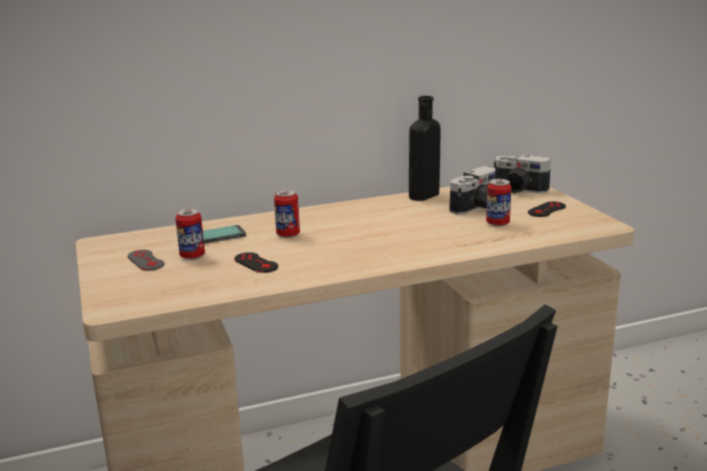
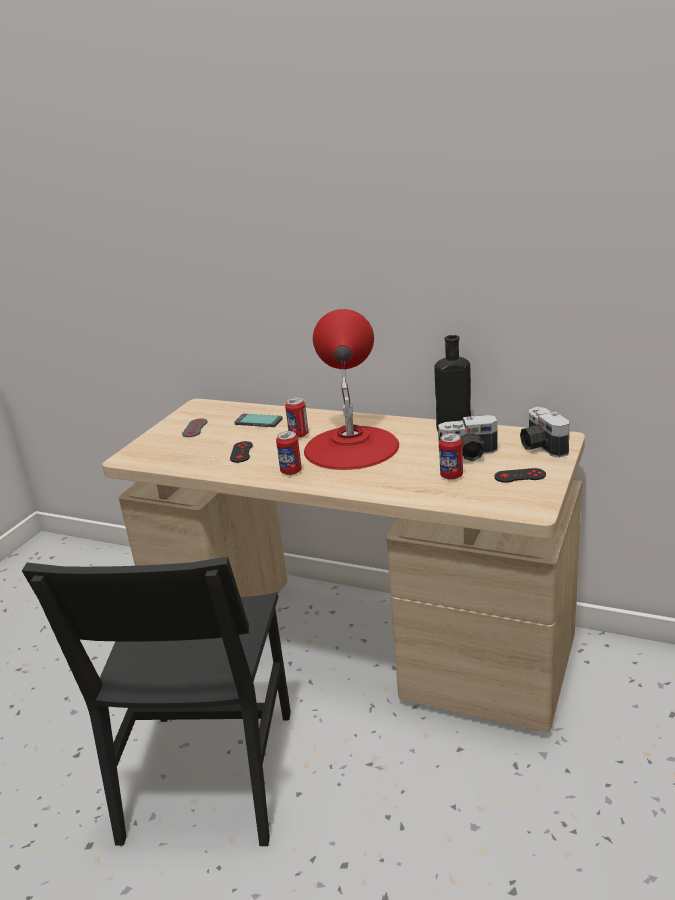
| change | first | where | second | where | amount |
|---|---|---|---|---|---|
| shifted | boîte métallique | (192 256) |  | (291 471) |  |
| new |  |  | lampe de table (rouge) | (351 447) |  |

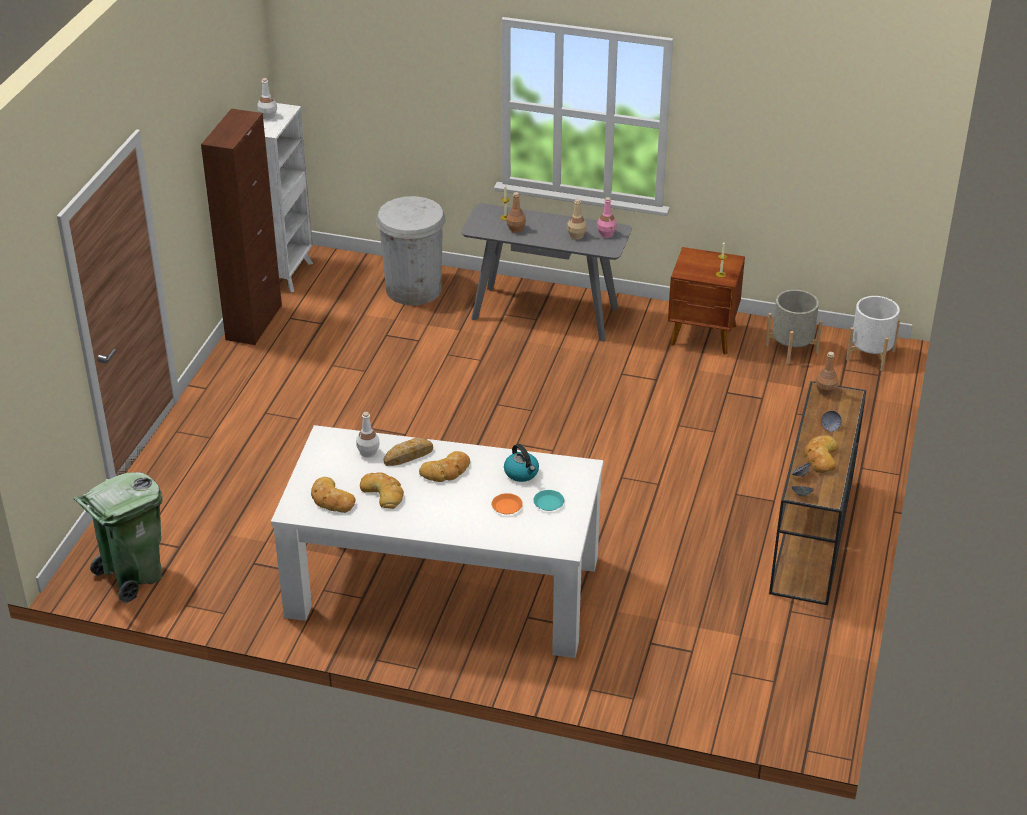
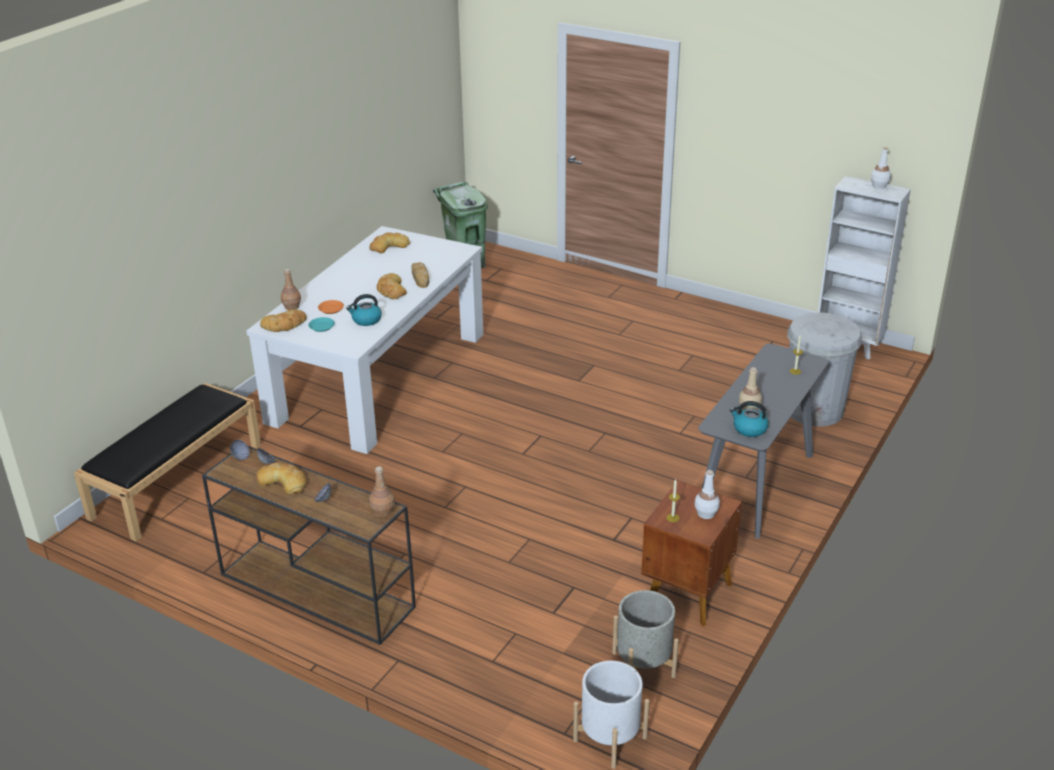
| change | first | where | second | where | amount |
|---|---|---|---|---|---|
| gone | meuble de rangement (marron) | (254 322) |  |  |  |
| shifted | bouteille (marron) | (515 229) |  | (292 307) |  |
| swapped | bouteille (rose) | (606 234) | bouilloire | (749 429) |  |
| shifted | bouteille (blanc) | (368 452) |  | (705 513) |  |
| shifted | pain | (383 492) |  | (284 325) |  |
| new |  |  | banc (noir) | (177 479) |  |

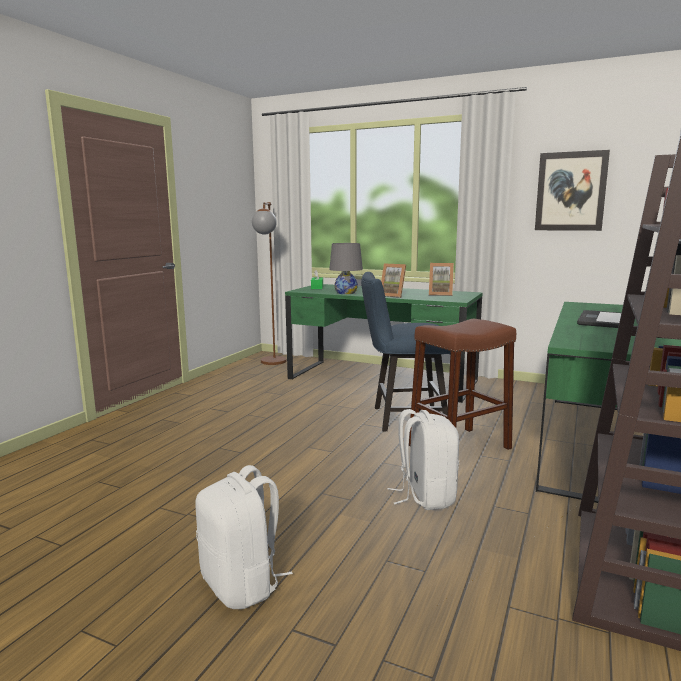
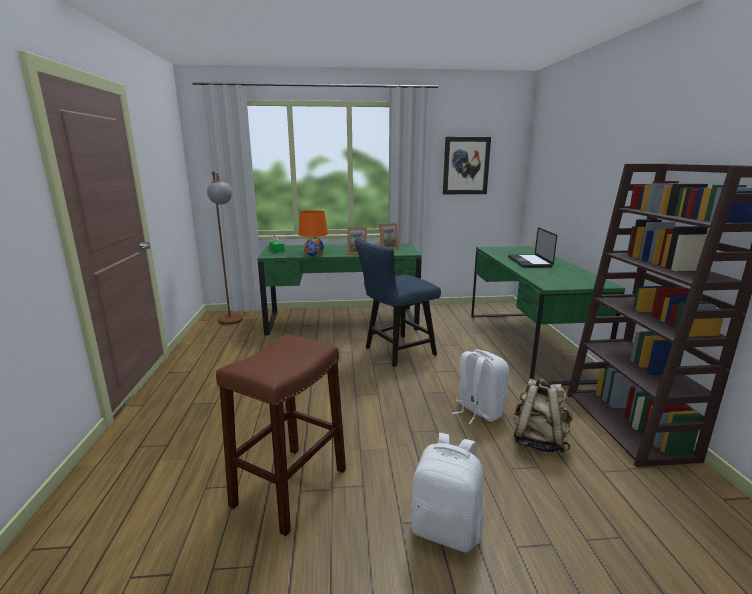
| change | first | where | second | where | amount |
|---|---|---|---|---|---|
| repainted | lampe de table (gris) | (346 293) | lampe de table (orange) | (314 254) |  |
| shifted | tabouret (marron) | (459 447) |  | (290 486) |  |
| new |  |  | sac à dos (beige) | (538 441) |  |

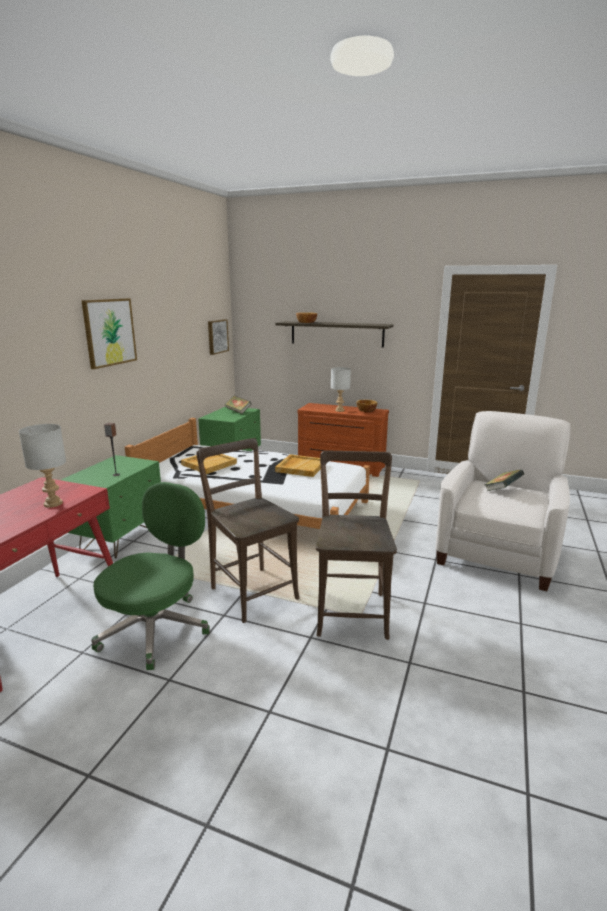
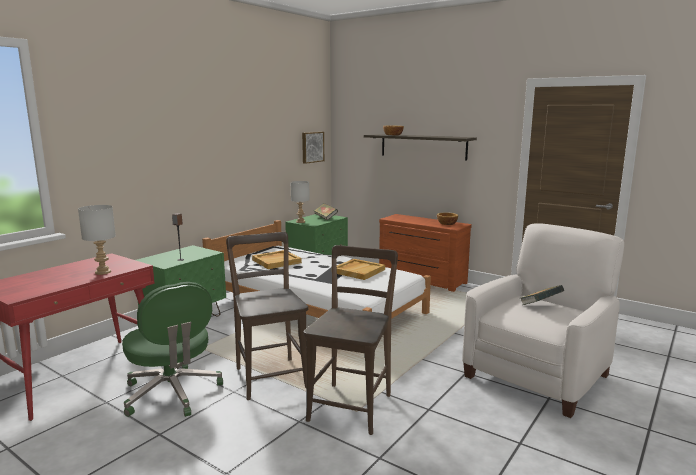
| change | first | where | second | where | amount |
|---|---|---|---|---|---|
| gone | tableau | (109 332) |  |  |  |
| shifted | lampe de table (gris) | (339 410) |  | (300 222) |  |
| rotated | chaise de bureau (vert) | (156 628) |  | (172 393) | 105 degrees clockwise |

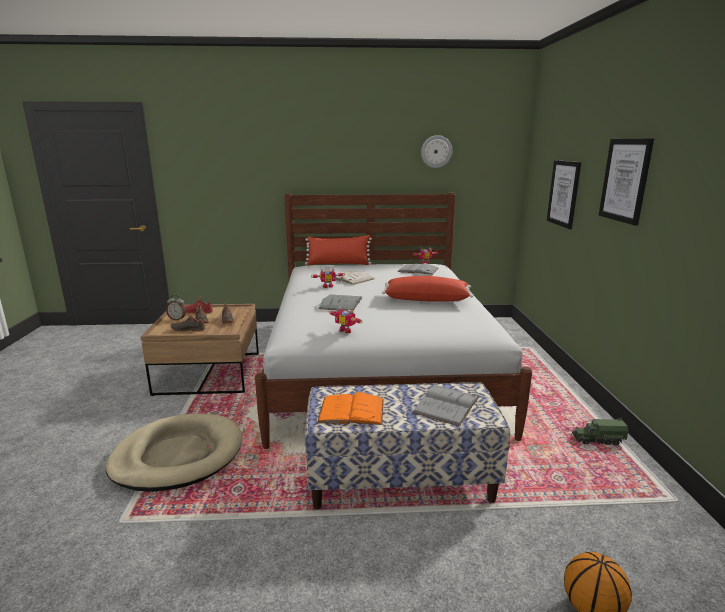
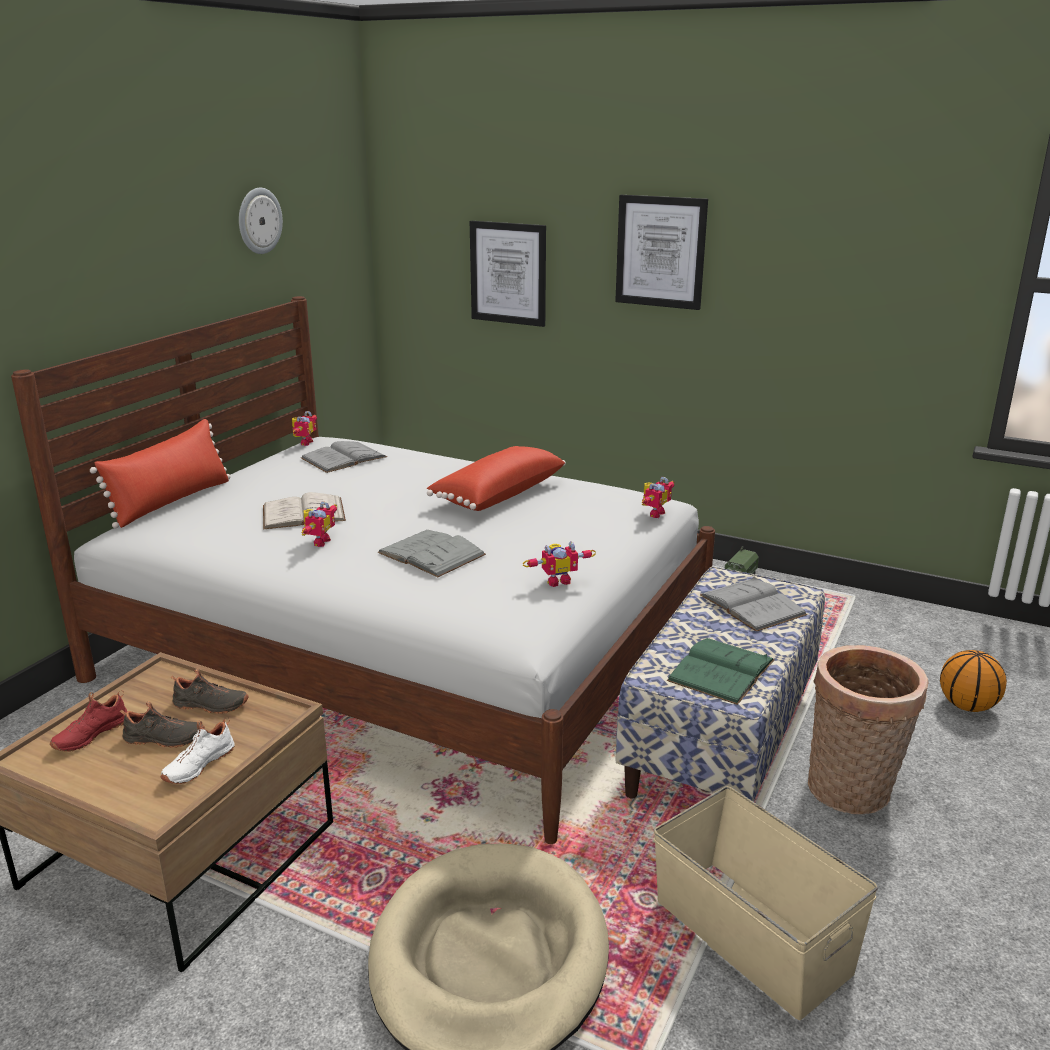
| change | first | where | second | where | amount |
|---|---|---|---|---|---|
| gone | réveil | (177 319) |  |  |  |
| repainted | chaussure (noir) | (188 329) | chaussure (blanc) | (198 764) |  |
| repainted | livre (orange) | (351 410) | livre (vert) | (721 670) |  |
| new |  |  | robot jouet | (653 513) |  |
| new |  |  | panier | (852 792) |  |
| new |  |  | boîte de rangement (beige) | (751 935) |  |

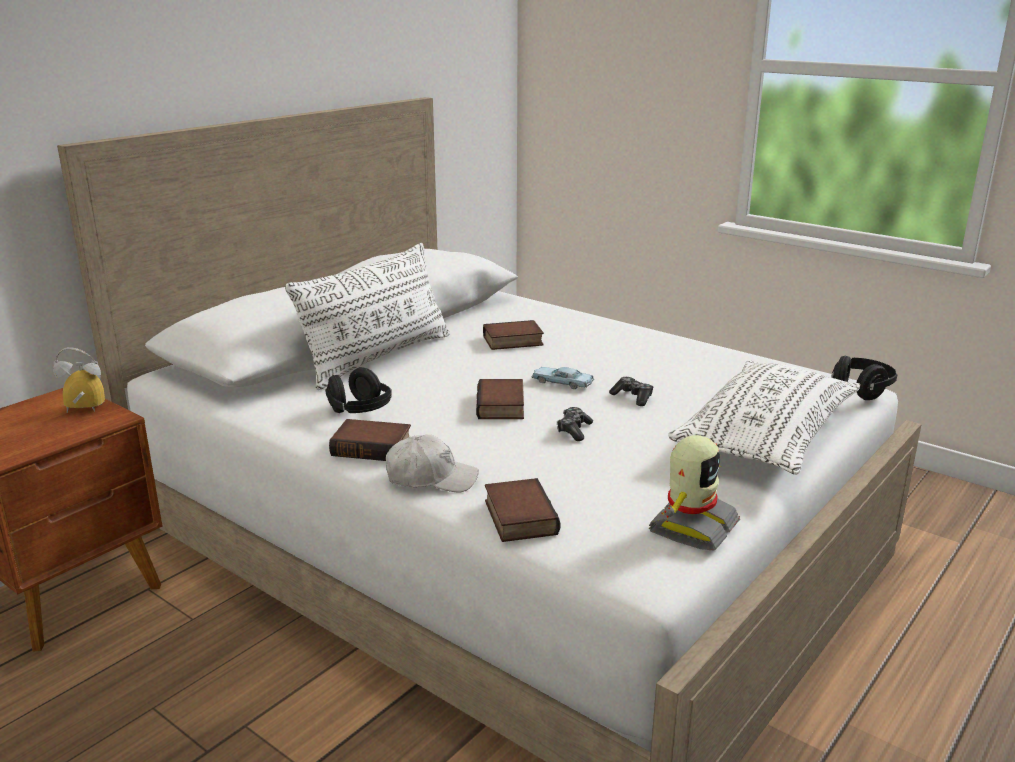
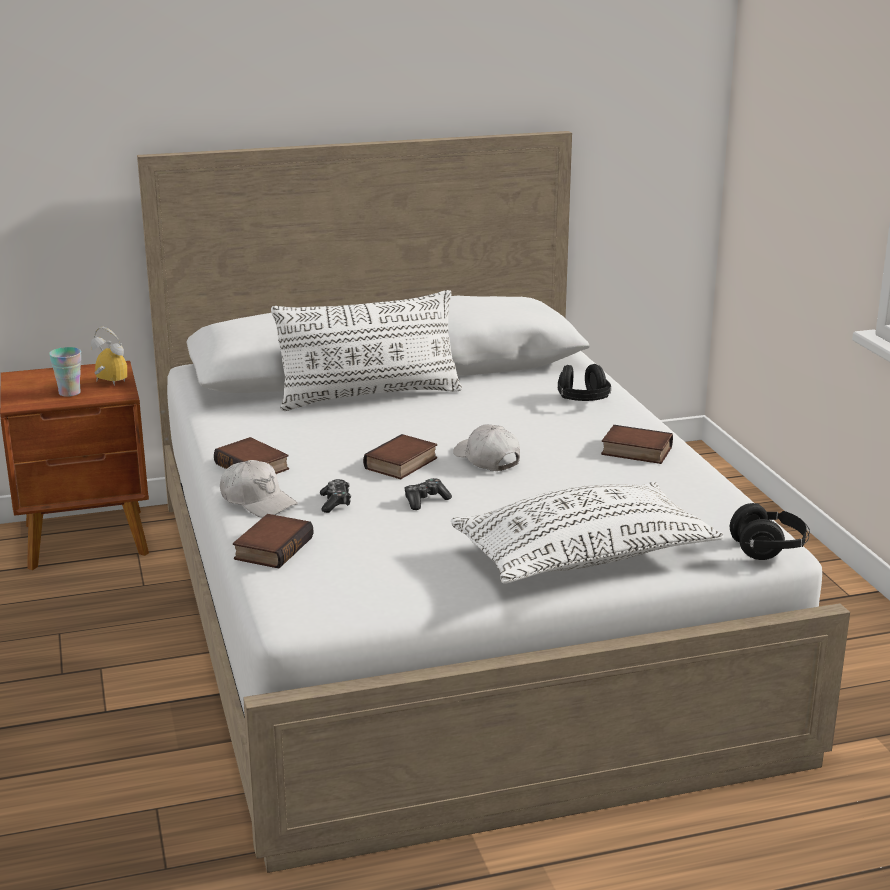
| change | first | where | second | where | amount |
|---|---|---|---|---|---|
| shifted | livre | (512 341) |  | (635 451) |  |
| shifted | casque audio (noir) | (359 411) |  | (582 401) |  |
| swapped | petite voiture (bleu) | (562 383) | casquette (blanc) | (487 459) |  |
| shifted | manette | (633 397) |  | (335 502) |  |
| gone | robot jouet | (691 527) |  |  |  |
| new |  |  | tasse | (69 393) |  |

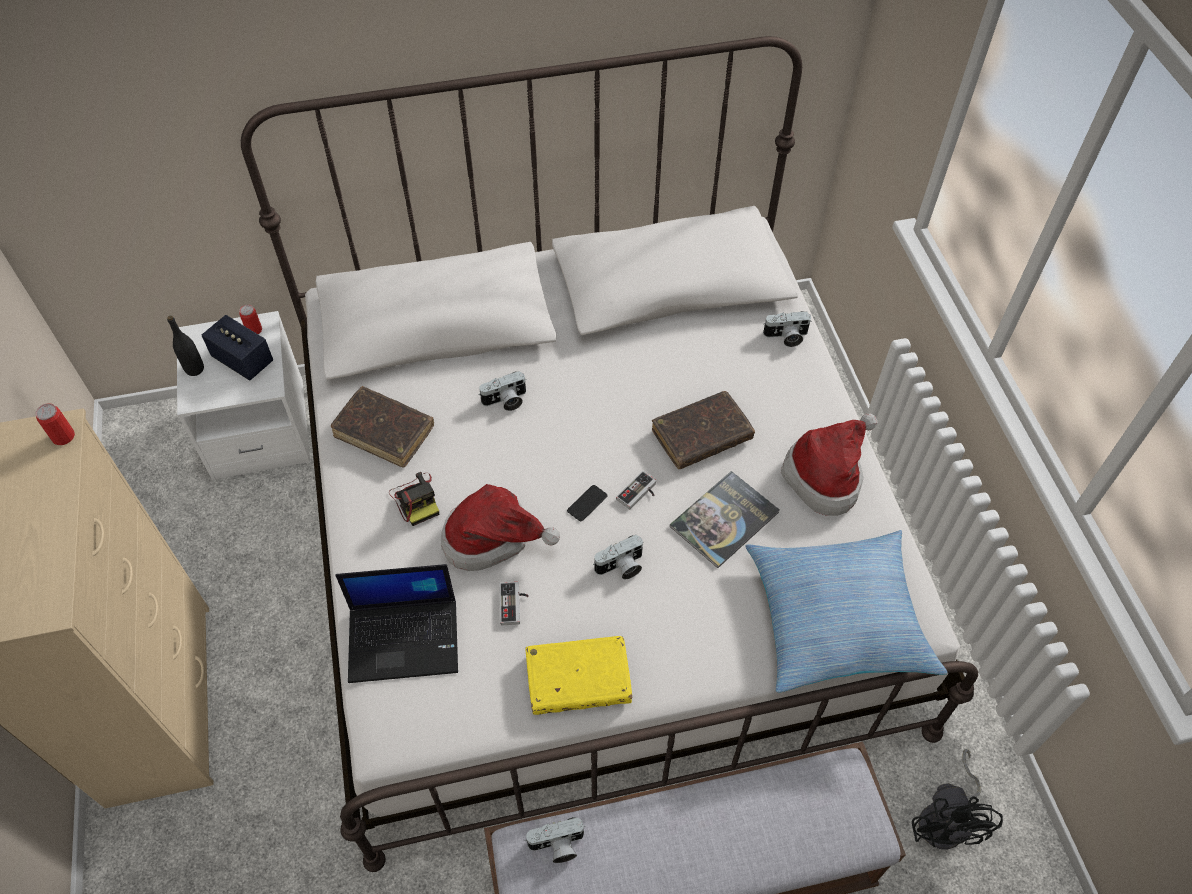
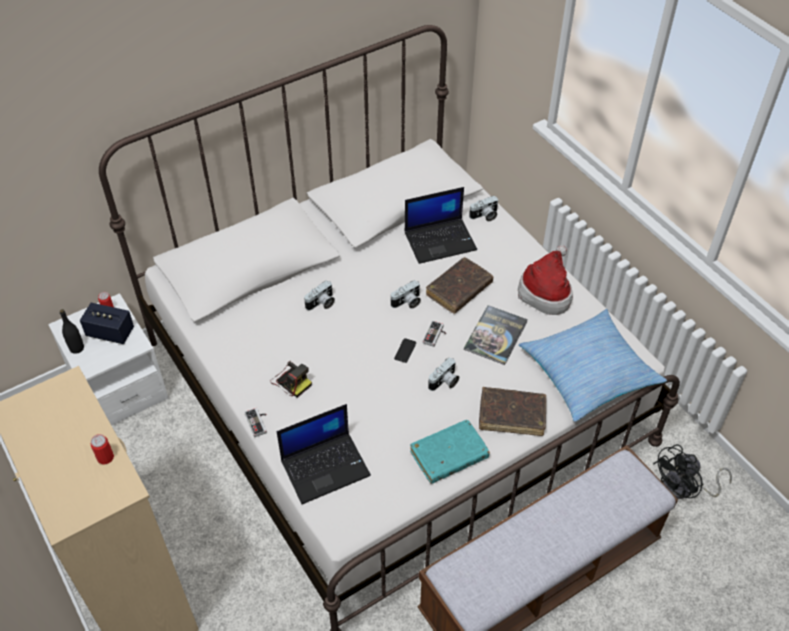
| change | first | where | second | where | amount |
|---|---|---|---|---|---|
| shifted | livre (marron) | (384 432) |  | (512 415) |  |
| shifted | boîte métallique | (63 437) |  | (105 457) |  |
| gone | chapeau | (493 538) |  |  |  |
| shifted | manette | (514 604) |  | (258 422) |  |
| repainted | livre (jaune) | (578 680) | livre (turquoise) | (449 456) |  |
| rotated | ventilateur (noir) | (947 820) |  | (684 488) | 75 degrees clockwise |
| shifted | appareil photo | (557 846) |  | (407 302) |  |
| new |  |  | ordinateur portable | (440 240) |  |

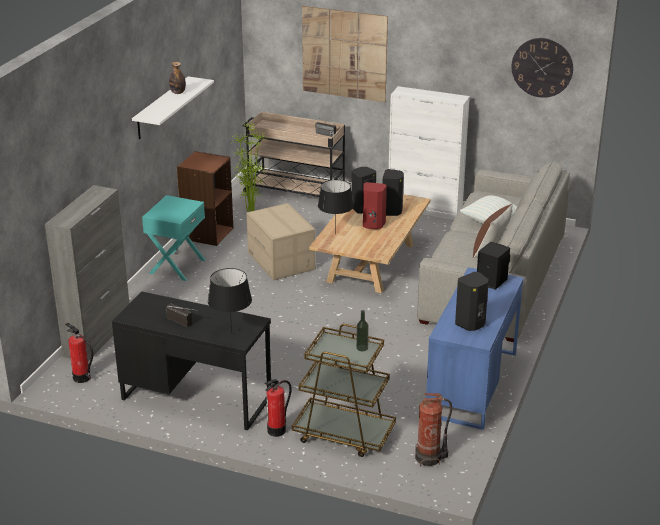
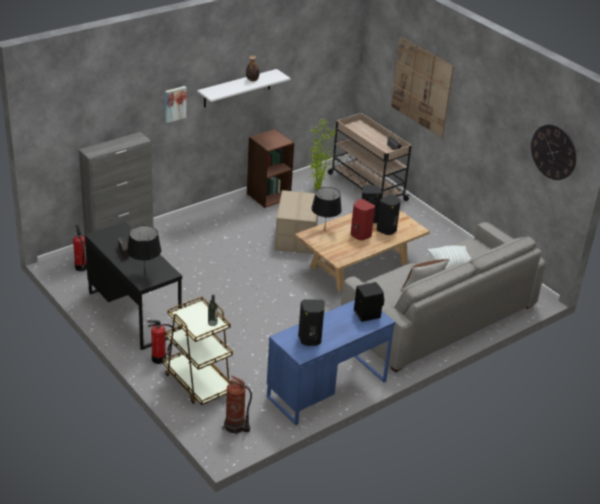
| change | first | where | second | where | amount |
|---|---|---|---|---|---|
| gone | meuble de rangement (blanc) | (425 209) |  |  |  |
| gone | table de chevet (turquoise) | (176 266) |  |  |  |
| new |  |  | tableau | (175 103) |  |

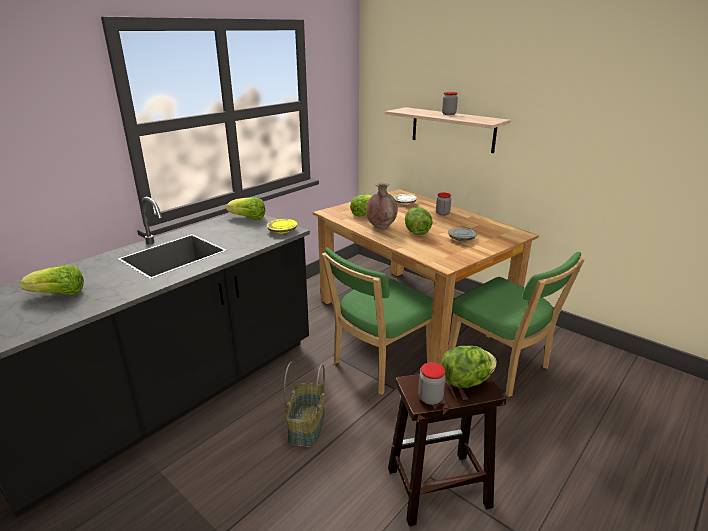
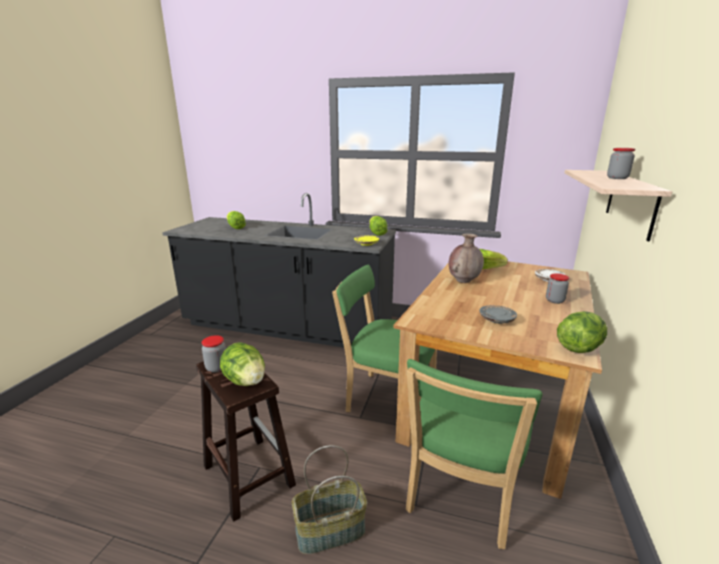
| change | first | where | second | where | amount |
|---|---|---|---|---|---|
| shifted | laitue | (416 232) |  | (579 348) |  |
| shifted | panier | (307 426) |  | (330 532) |  |

